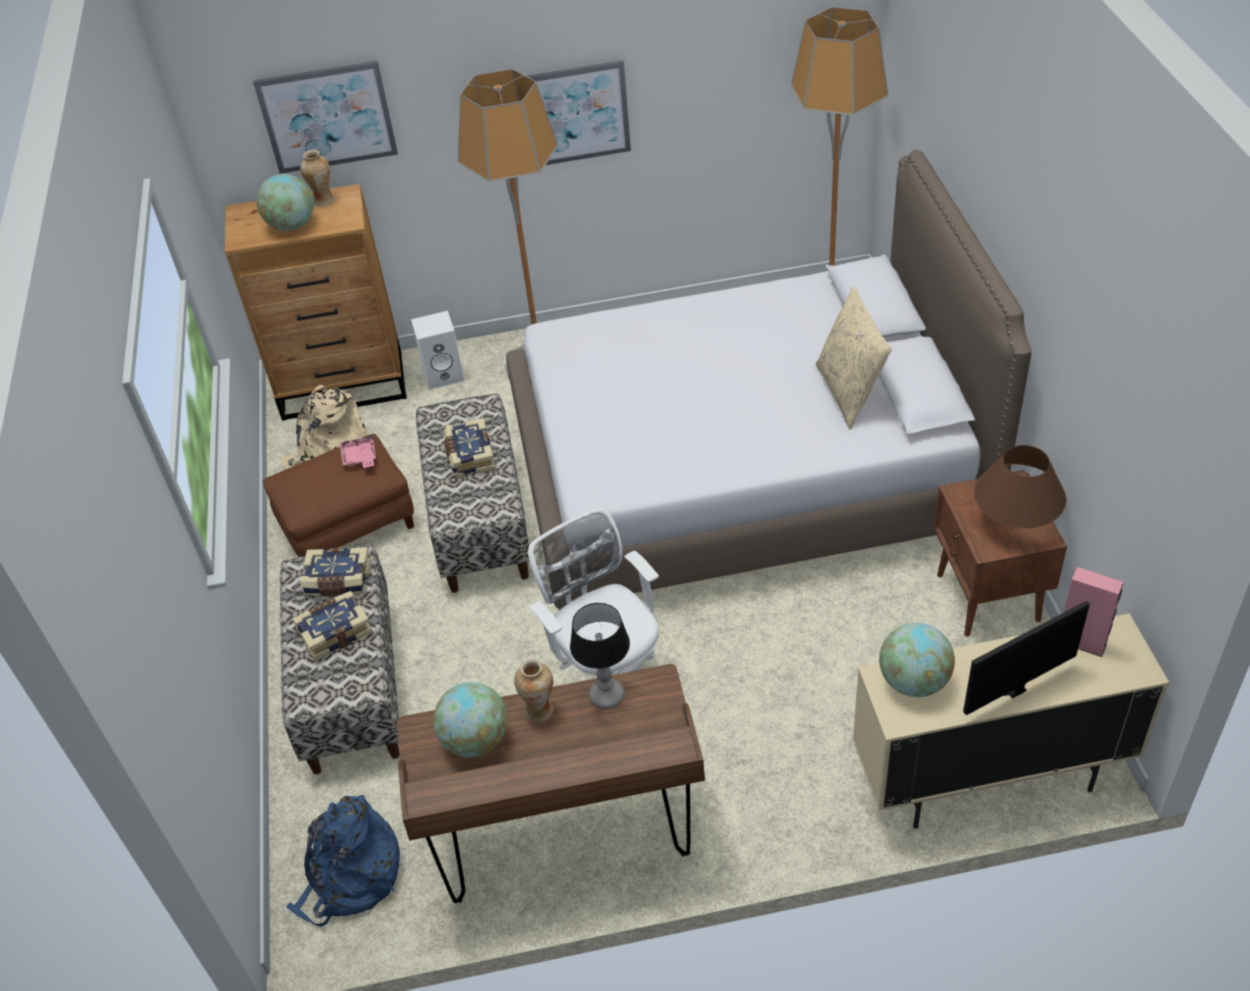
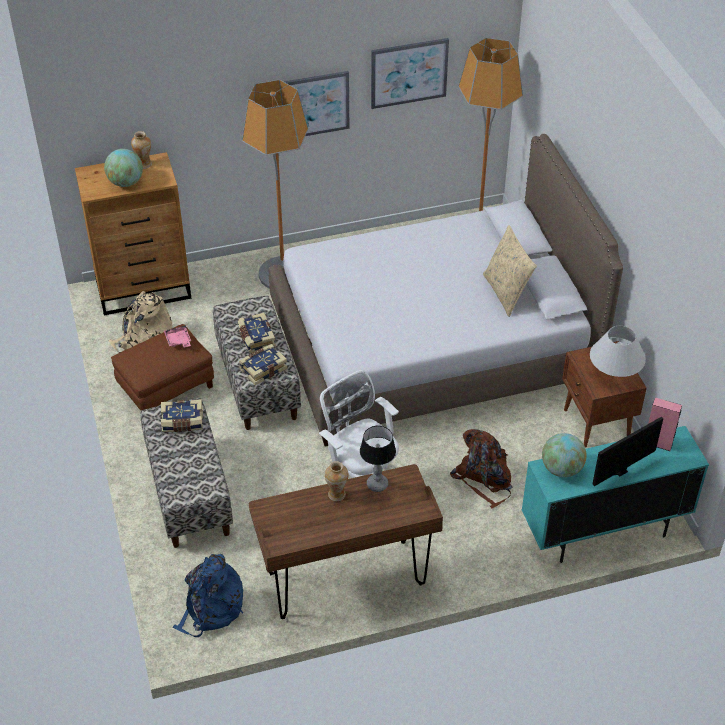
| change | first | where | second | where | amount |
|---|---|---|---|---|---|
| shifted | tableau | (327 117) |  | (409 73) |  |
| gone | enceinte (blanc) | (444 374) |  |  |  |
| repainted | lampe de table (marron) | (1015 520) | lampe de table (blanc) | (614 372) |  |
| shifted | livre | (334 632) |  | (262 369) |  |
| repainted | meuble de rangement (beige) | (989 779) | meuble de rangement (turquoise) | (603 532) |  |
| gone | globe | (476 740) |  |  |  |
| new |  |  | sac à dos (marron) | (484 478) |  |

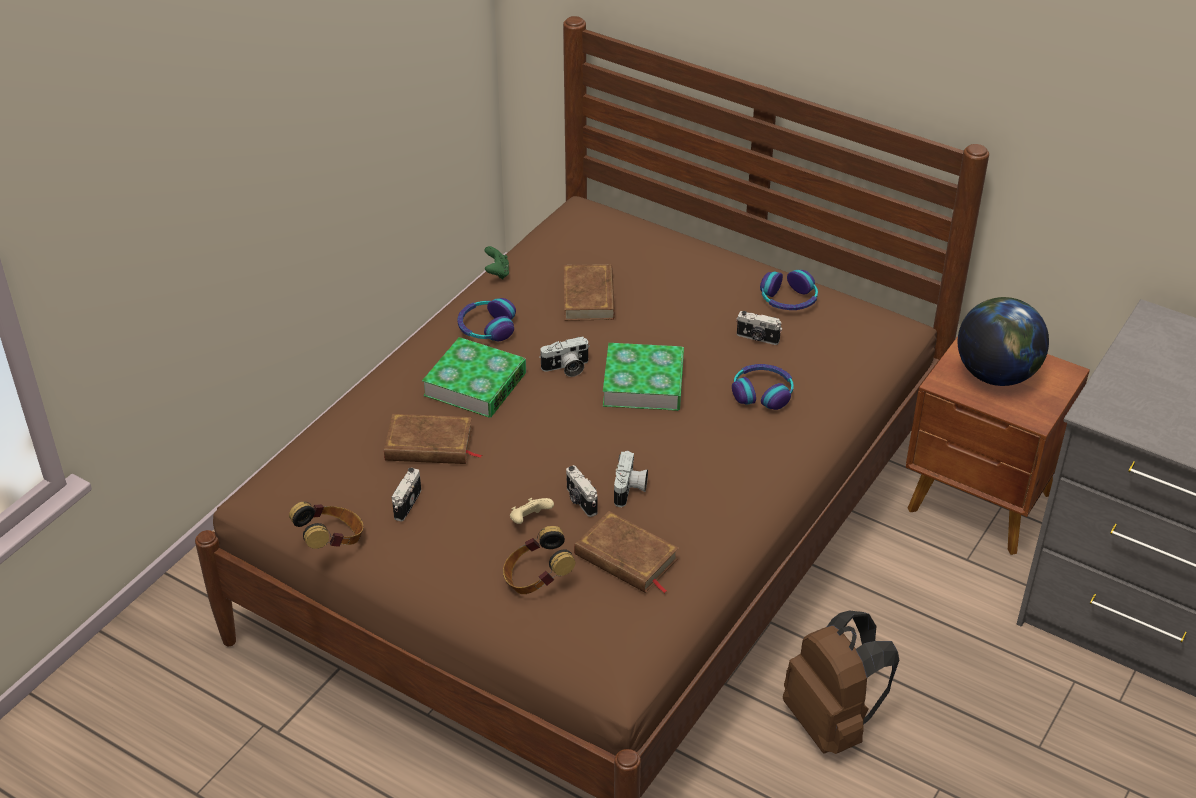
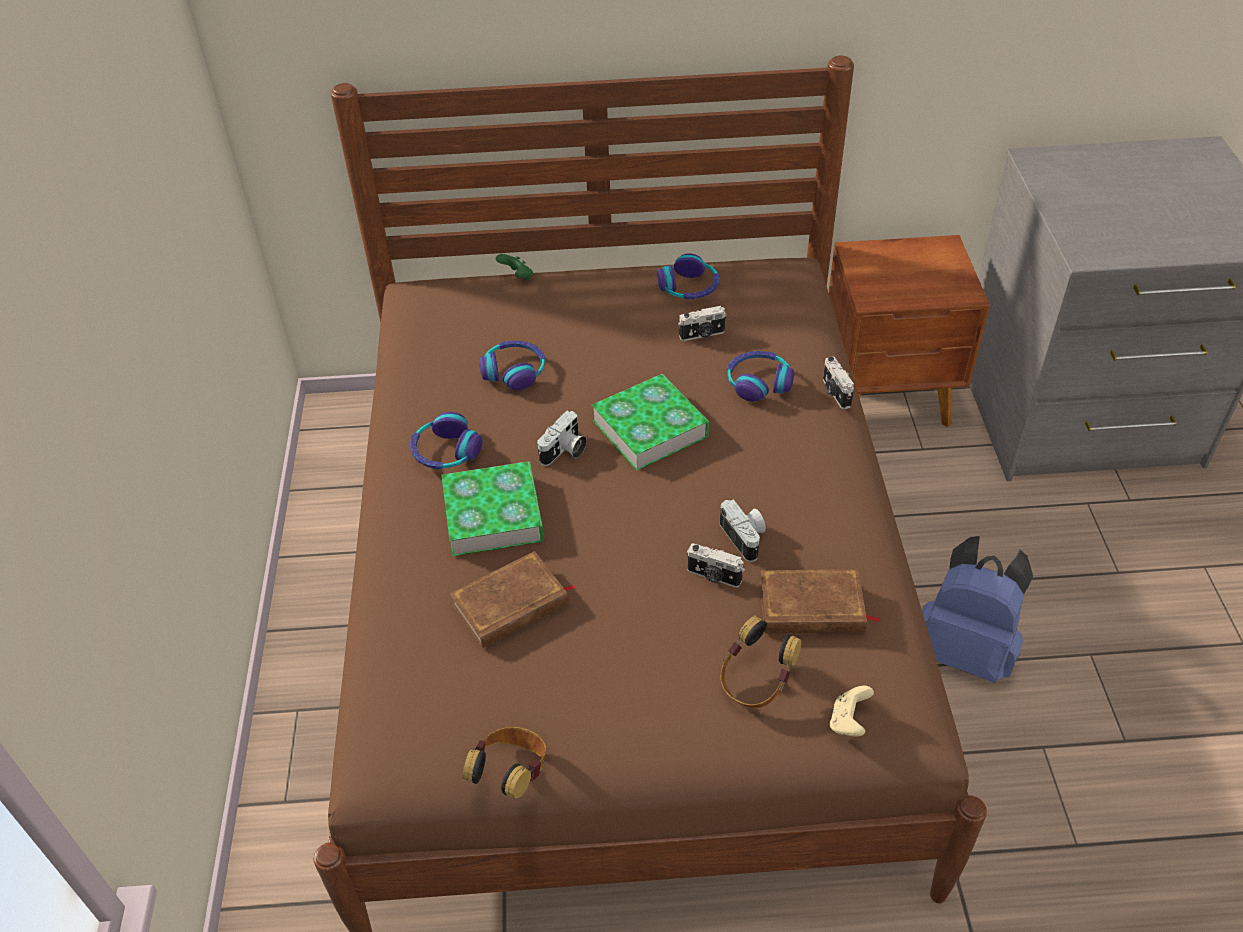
| change | first | where | second | where | amount |
|---|---|---|---|---|---|
| shifted | manette (vert) | (497 273) |  | (517 277) |  |
| swapped | livre (marron) | (589 297) | casque audio | (514 371) |  |
| gone | globe | (996 374) |  |  |  |
| shifted | appareil photo | (406 504) |  | (835 393) |  |
| shifted | manette (beige) | (529 520) |  | (848 721) |  |
| repainted | sac à dos (marron) | (832 722) | sac à dos (bleu) | (964 650) |  |

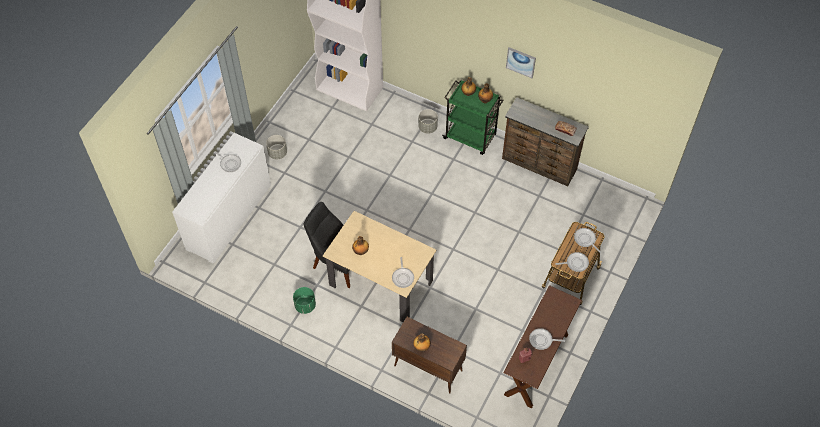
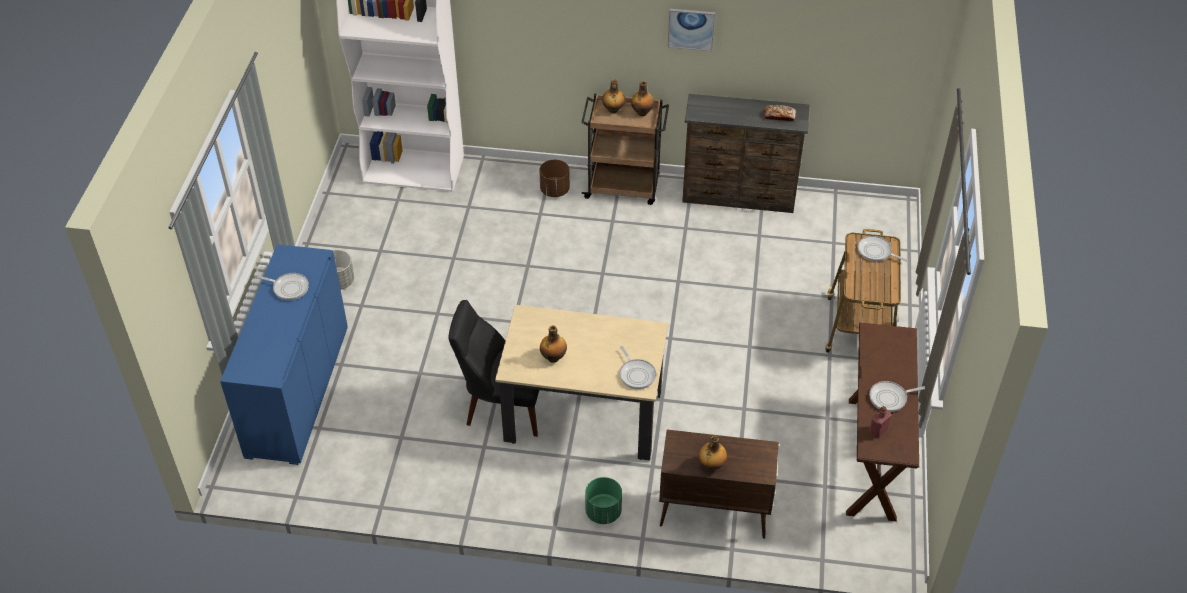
| change | first | where | second | where | amount |
|---|---|---|---|---|---|
| repainted | chariot (vert) | (470 137) | chariot (marron) | (624 187) |  |
| repainted | cache-pot (gris) | (427 127) | cache-pot (marron) | (554 190) |  |
| repainted | meuble de rangement (blanc) | (229 217) | meuble de rangement (bleu) | (298 391) |  |
| gone | poêle | (575 263) |  |  |  |
| shifted | cache-pot (vert) | (305 305) |  | (603 512) |  |

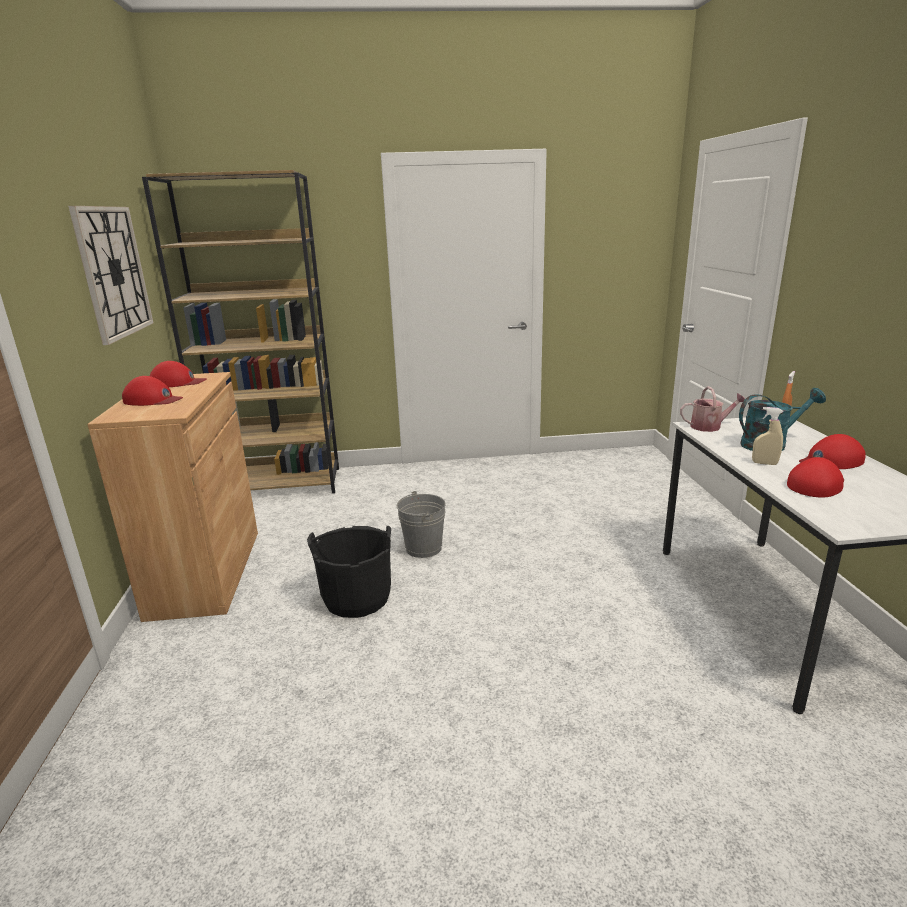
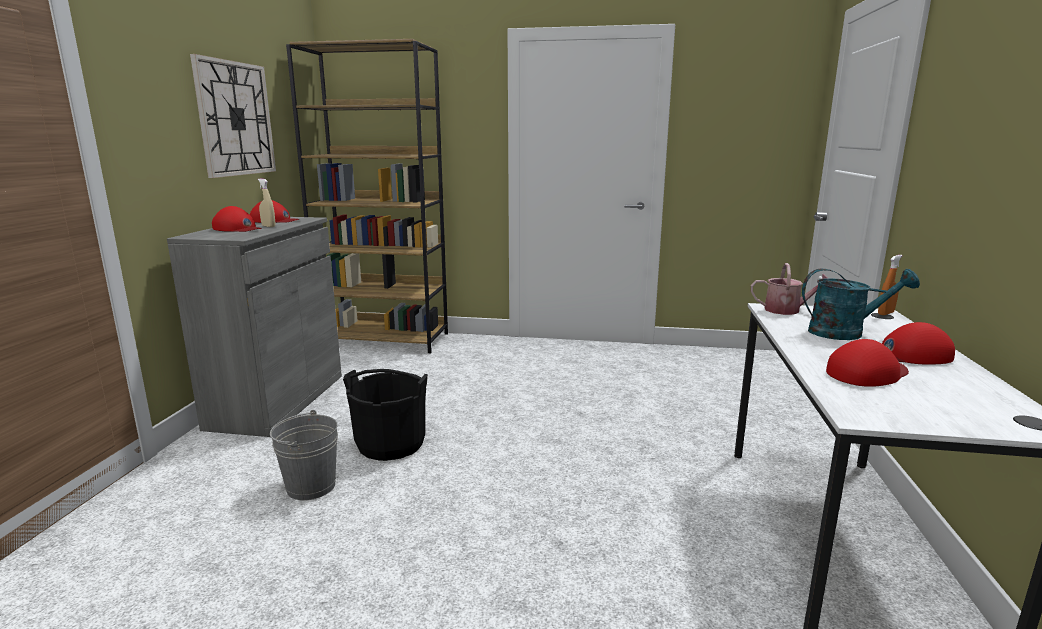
| change | first | where | second | where | amount |
|---|---|---|---|---|---|
| repainted | meuble de rangement (marron) | (206 572) | meuble de rangement (gris) | (278 401) |  |
| shifted | vaporisateur (beige) | (764 463) |  | (268 226) |  |
| shifted | seau (gris) | (423 548) |  | (311 486) |  |

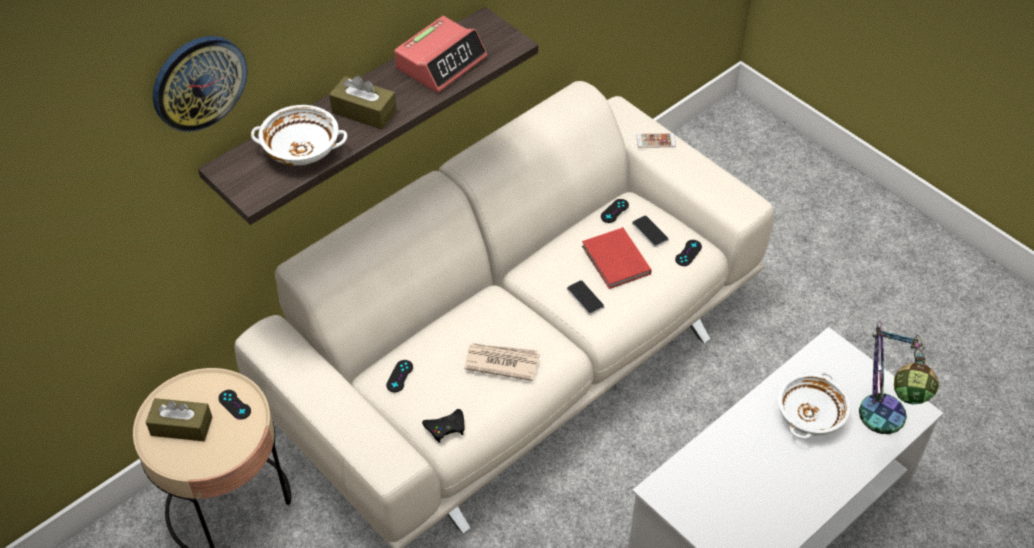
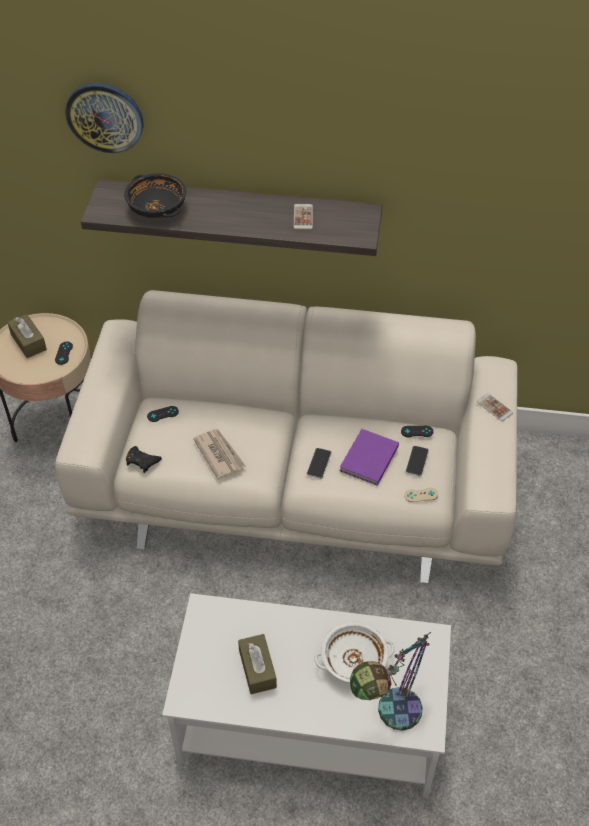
| change | first | where | second | where | amount |
|---|---|---|---|---|---|
| swapped | réveil | (441 62) | téléphone | (303 217) |  |
| shifted | boîte à mouchoirs (marron) | (364 112) |  | (257 669) |  |
| repainted | bol (blanc) | (302 149) | bol (noir) | (157 208) |  |
| repainted | livre (rouge) | (615 261) | livre (violet) | (367 459) |  |
| repainted | manette (noir) | (688 253) | manette (beige) | (421 495) |  |

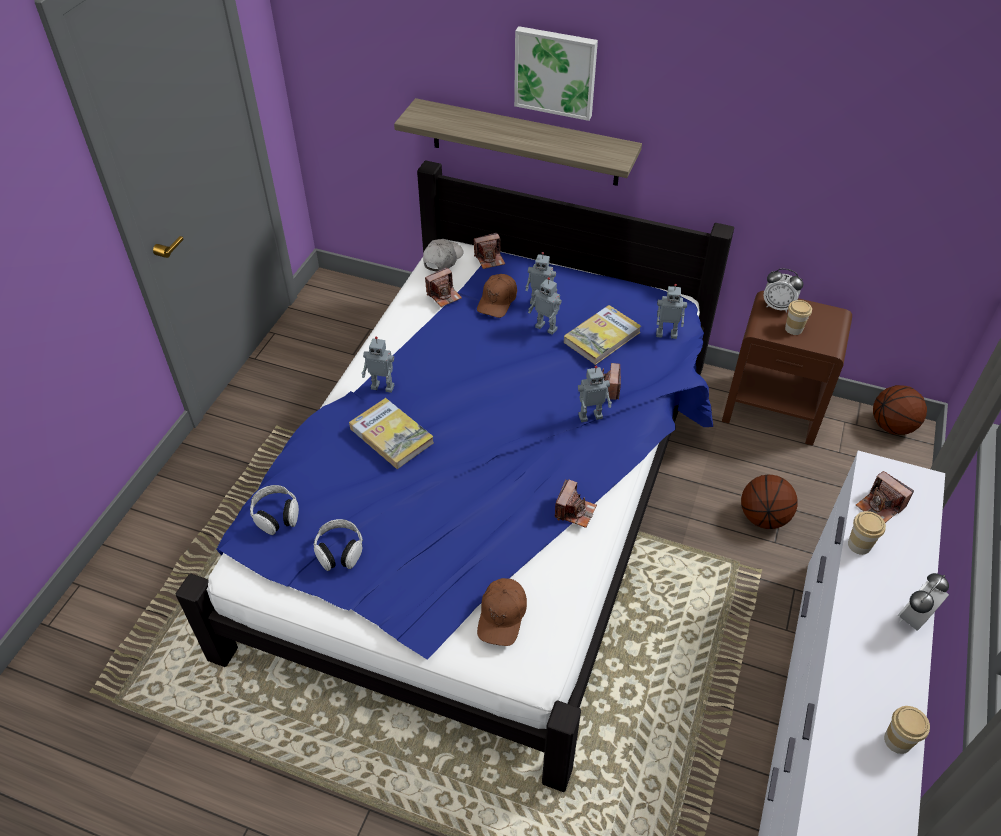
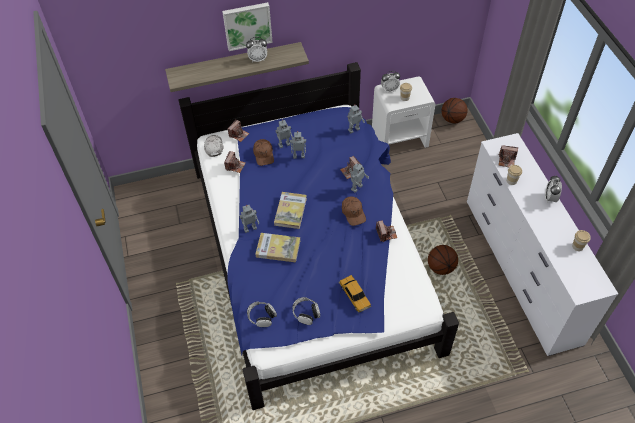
| change | first | where | second | where | amount |
|---|---|---|---|---|---|
| repainted | table de chevet (marron) | (773 409) | table de chevet (blanc) | (400 139) |  |
| shifted | livre | (602 337) |  | (290 211) |  |
| shifted | ballon de basket | (763 516) |  | (440 267) |  |
| shifted | casquette (marron) | (502 616) |  | (353 213) |  |
| new |  |  | réveil | (258 59) |  |
| new |  |  | petite voiture | (354 296) |  |

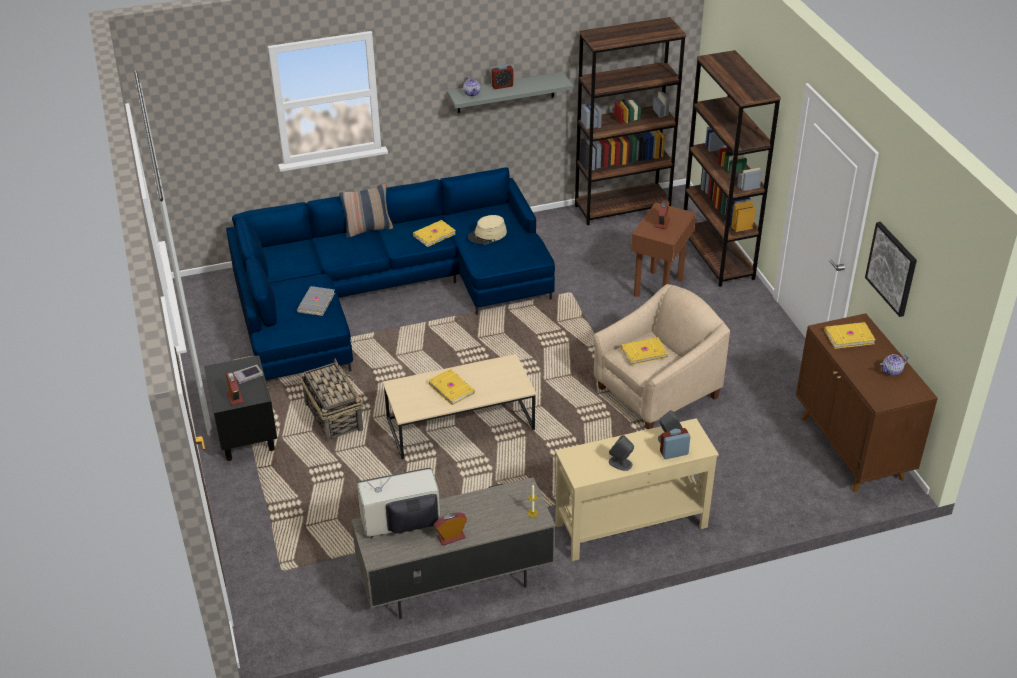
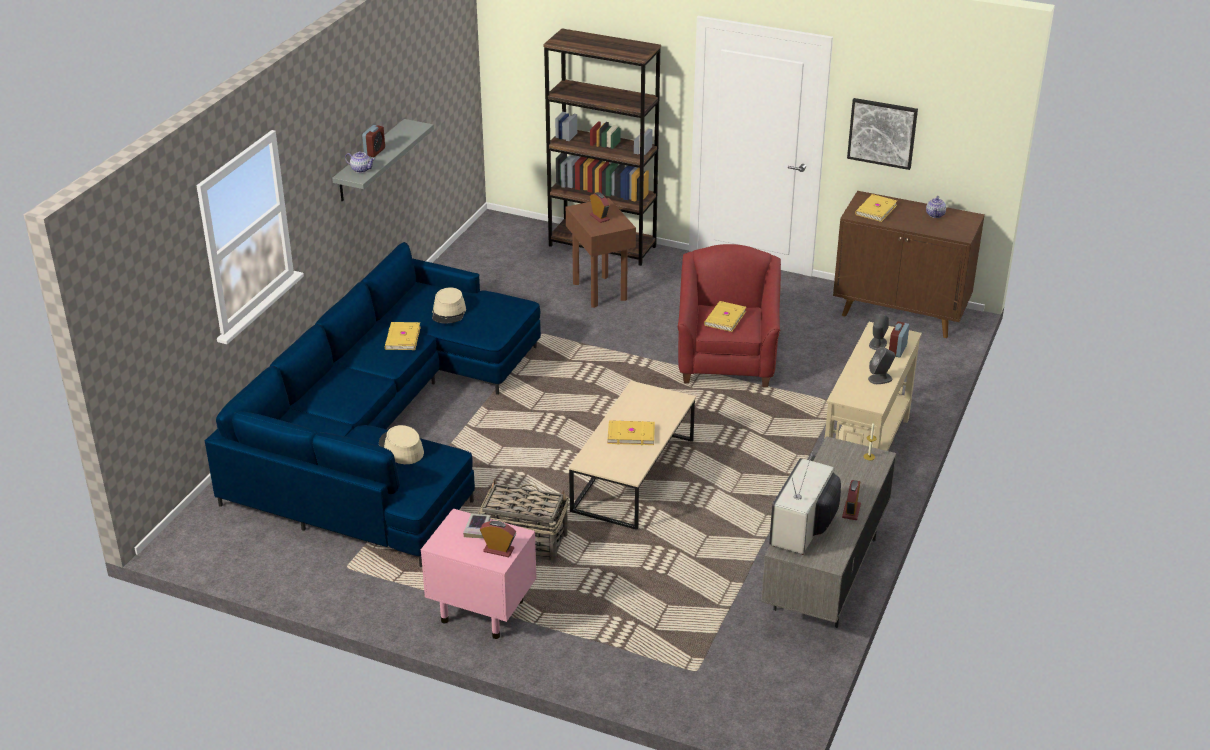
| change | first | where | second | where | amount |
|---|---|---|---|---|---|
| gone | bibliothèque (marron) | (622 207) |  |  |  |
| gone | coussin | (368 229) |  |  |  |
| repainted | fauteuil (beige) | (656 392) | fauteuil (rouge) | (727 360) |  |
| swapped | livre (gris) | (315 303) | chapeau (beige) | (401 448) |  |
| repainted | table de chevet (noir) | (246 438) | table de chevet (rose) | (481 611) |  |

